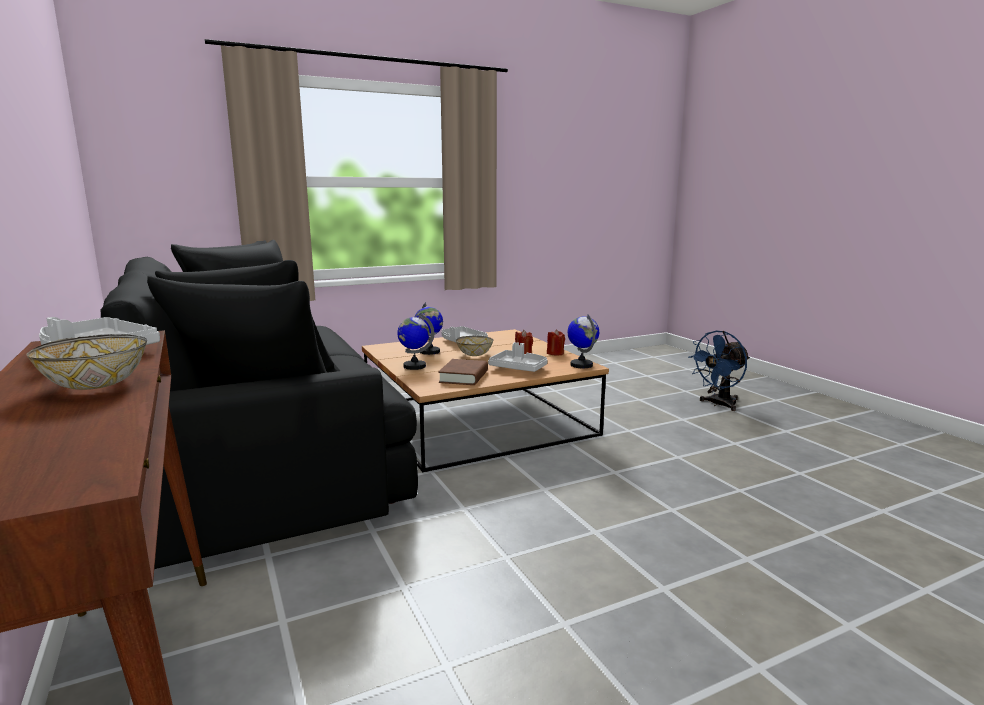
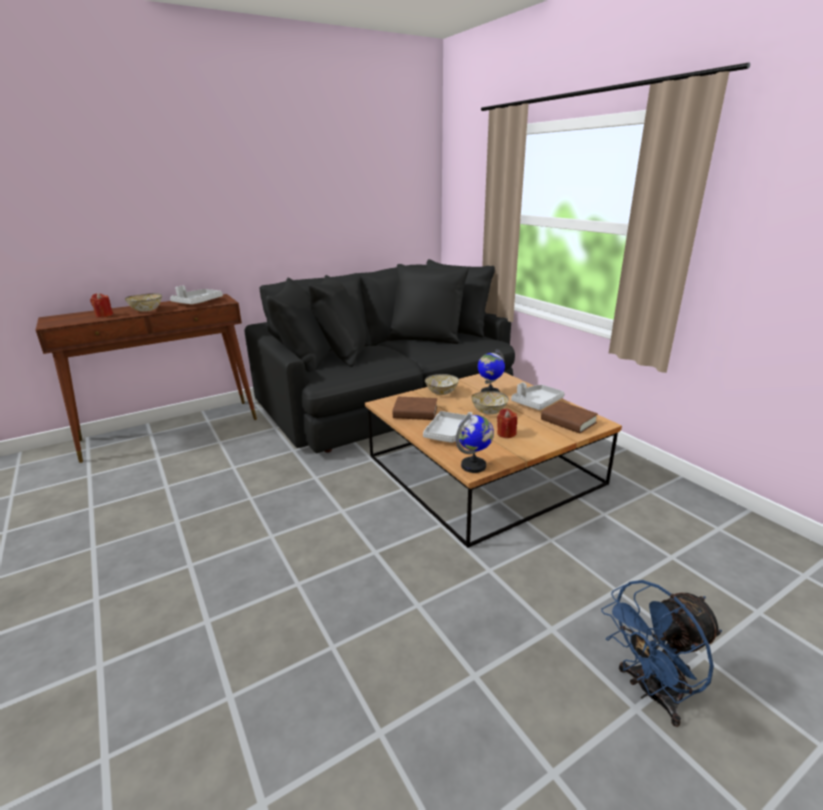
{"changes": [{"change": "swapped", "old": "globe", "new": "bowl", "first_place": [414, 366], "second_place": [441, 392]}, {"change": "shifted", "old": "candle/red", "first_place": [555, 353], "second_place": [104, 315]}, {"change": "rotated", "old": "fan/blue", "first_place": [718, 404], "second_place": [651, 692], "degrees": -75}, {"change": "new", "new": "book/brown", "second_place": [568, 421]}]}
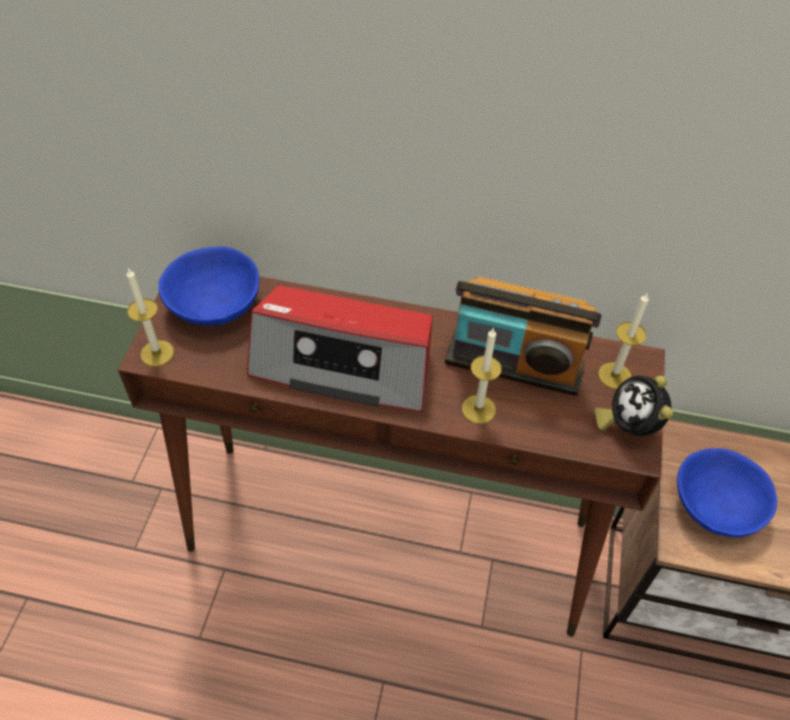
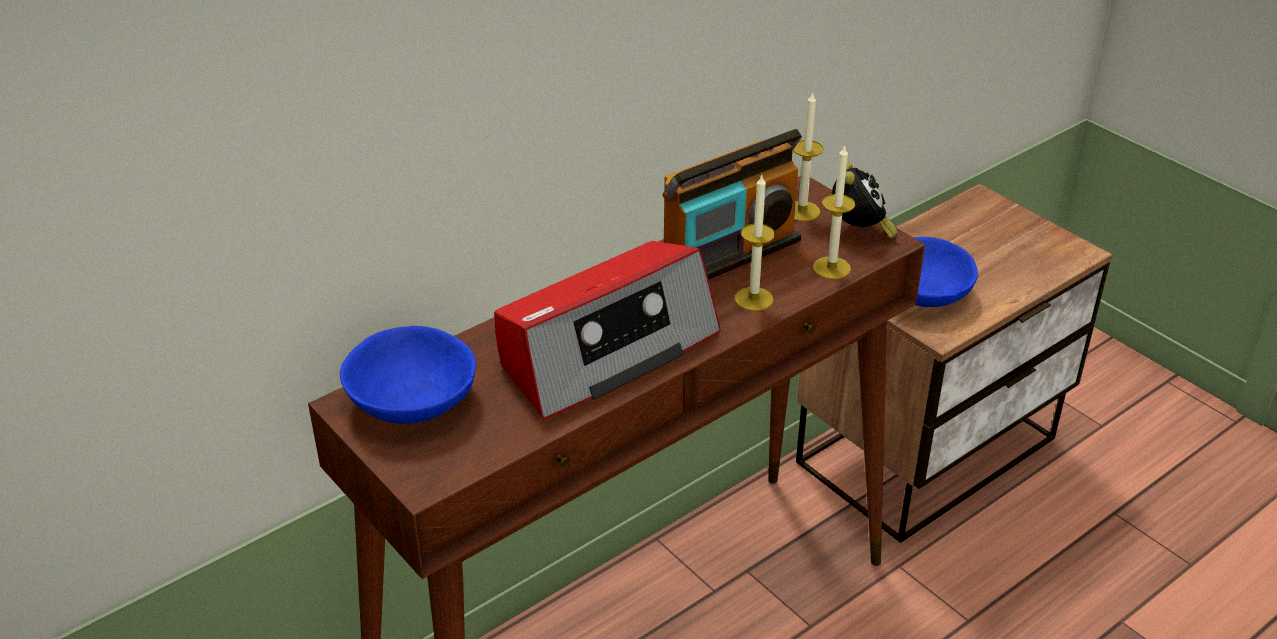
{"changes": [{"change": "shifted", "old": "candle", "first_place": [157, 353], "second_place": [831, 268]}, {"change": "rotated", "old": "alarm clock", "first_place": [628, 425], "second_place": [859, 231], "degrees": -120}]}
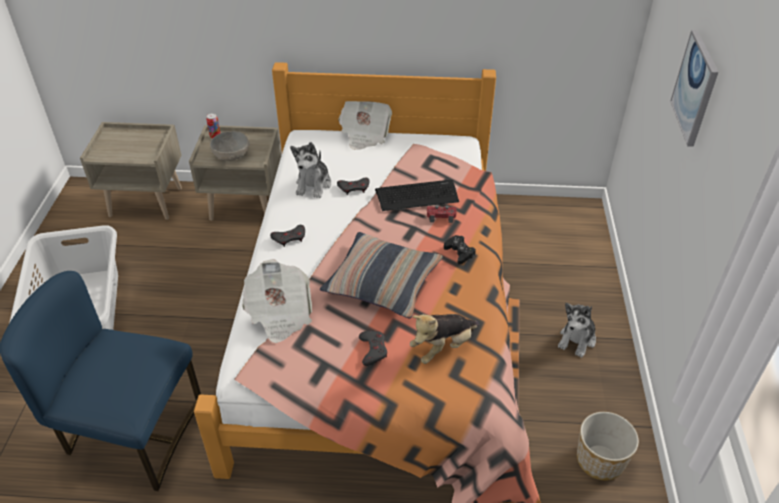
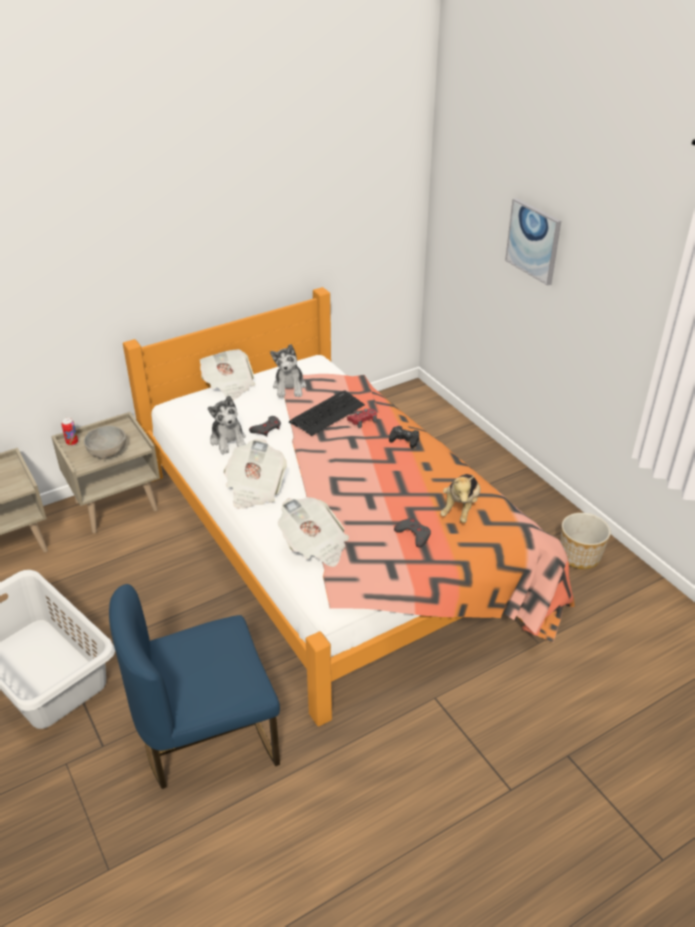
{"changes": [{"change": "swapped", "old": "game controller/grey", "new": "newspaper", "first_place": [289, 238], "second_place": [254, 488]}, {"change": "gone", "old": "pillow", "first_place": [382, 283]}, {"change": "shifted", "old": "plush toy", "first_place": [577, 339], "second_place": [289, 387]}]}
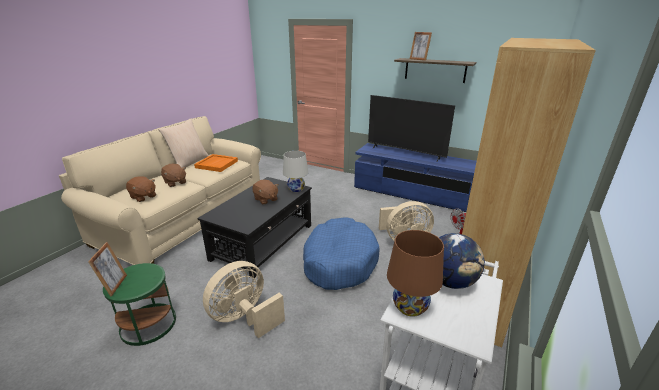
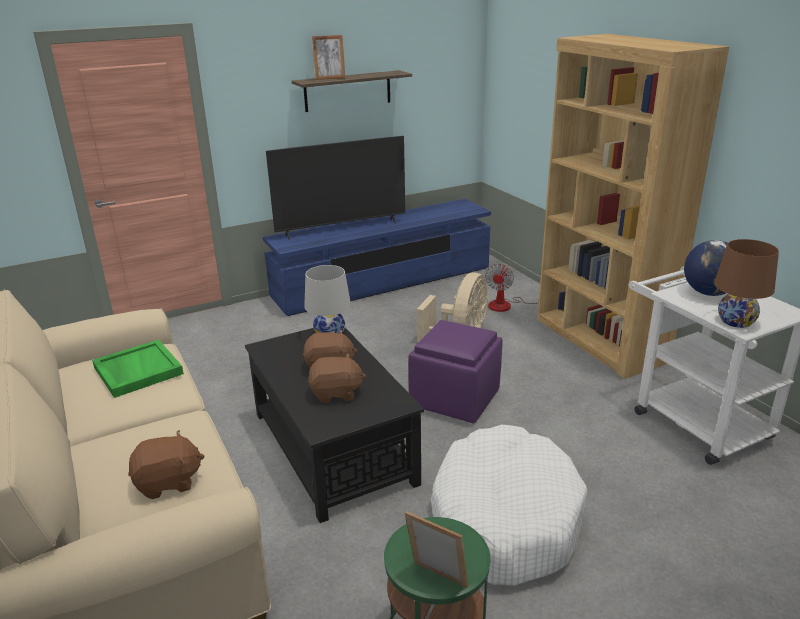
{"changes": [{"change": "gone", "old": "pillow/beige", "first_place": [189, 162]}, {"change": "repainted", "old": "tray/orange", "new": "tray/green", "first_place": [216, 164], "second_place": [137, 371]}, {"change": "shifted", "old": "plush toy/brown", "first_place": [175, 182], "second_place": [336, 393]}, {"change": "swapped", "old": "dog bed/blue", "new": "ottoman/purple", "first_place": [339, 261], "second_place": [456, 398]}, {"change": "swapped", "old": "fan/beige", "new": "dog bed/white", "first_place": [244, 318], "second_place": [504, 518]}]}
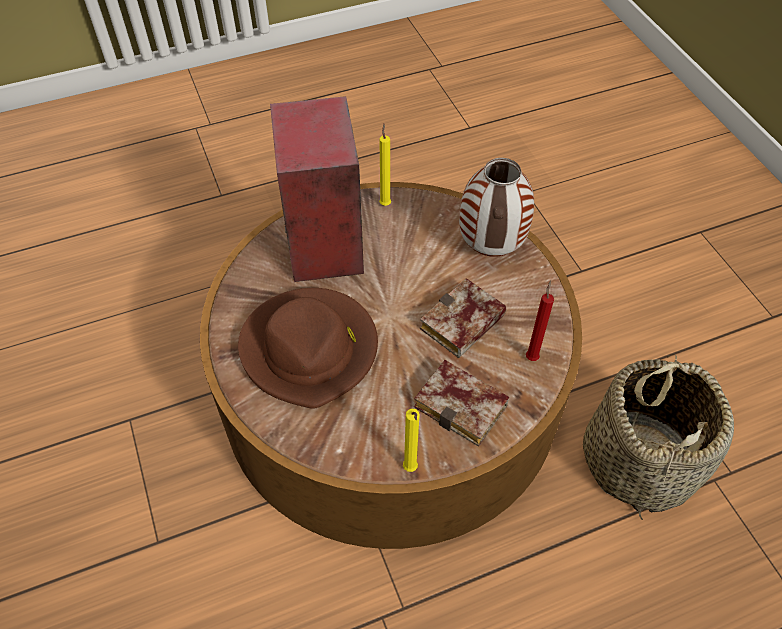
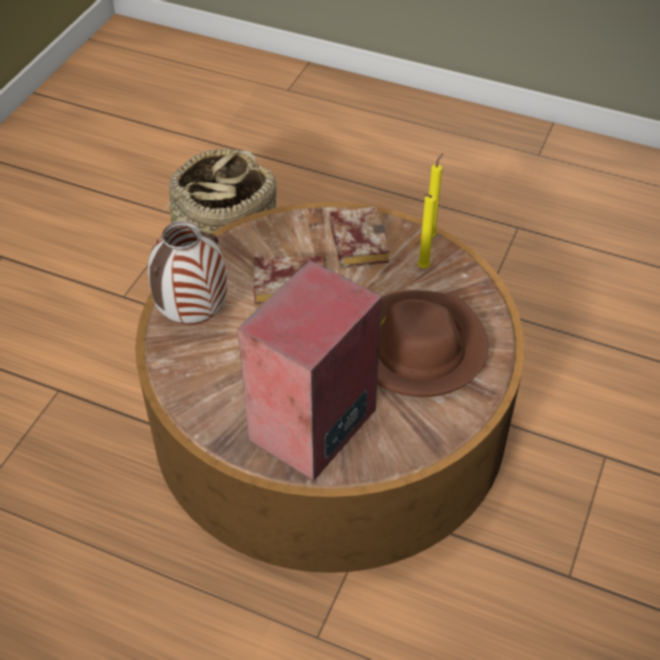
{"changes": [{"change": "shifted", "old": "candle/yellow", "first_place": [385, 203], "second_place": [422, 268]}, {"change": "gone", "old": "candle/red", "first_place": [532, 356]}]}
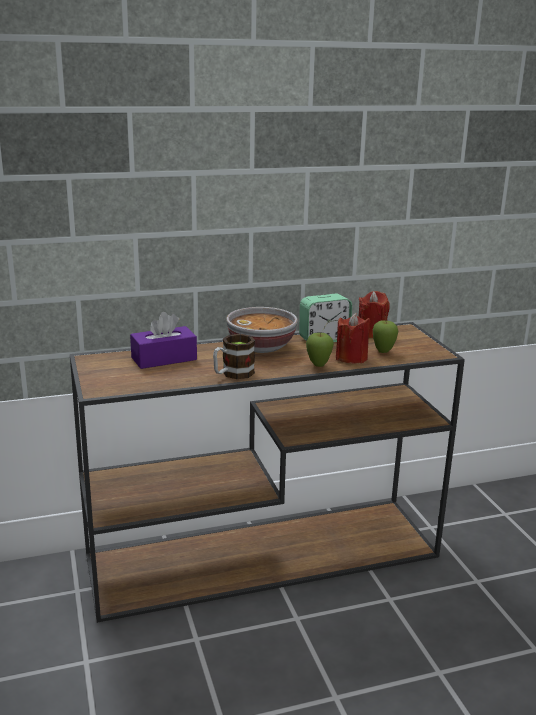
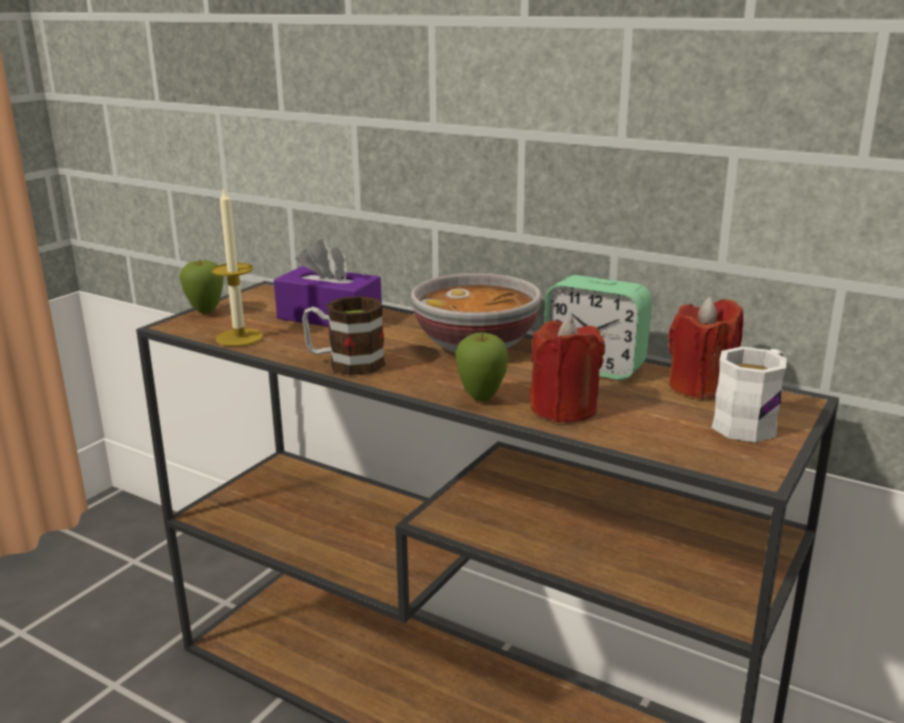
{"changes": [{"change": "shifted", "old": "apple", "first_place": [383, 352], "second_place": [206, 312]}, {"change": "new", "new": "candle", "second_place": [239, 337]}, {"change": "new", "new": "mug/white", "second_place": [751, 422]}]}
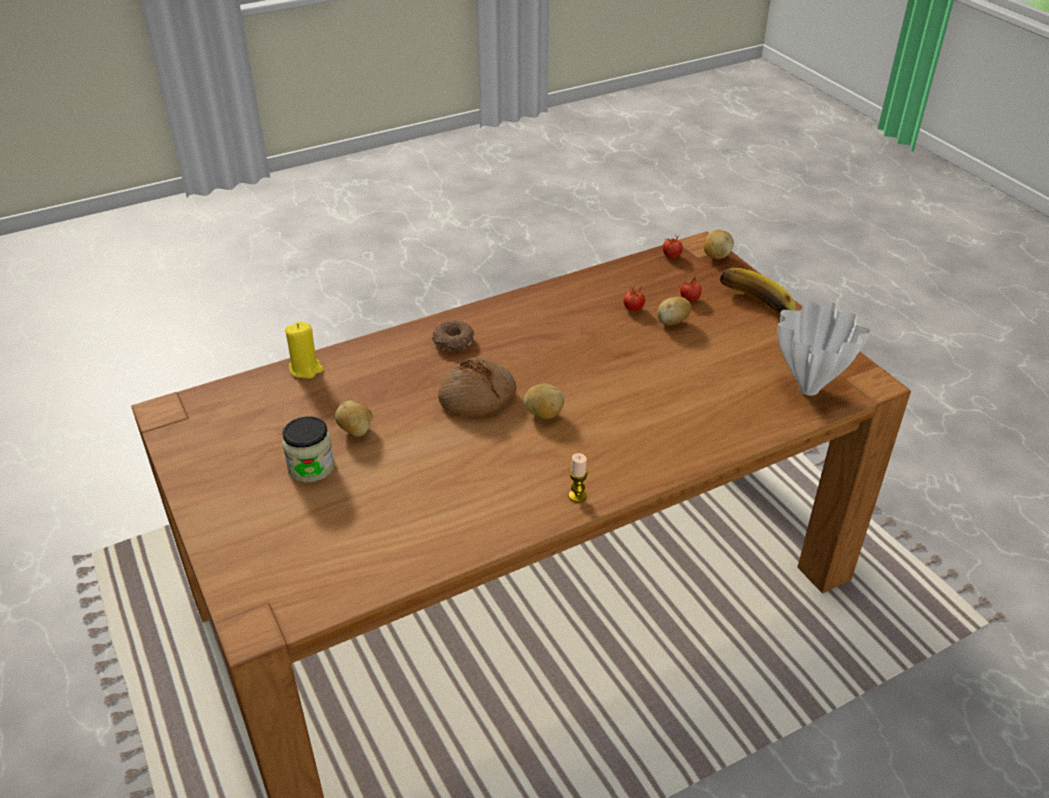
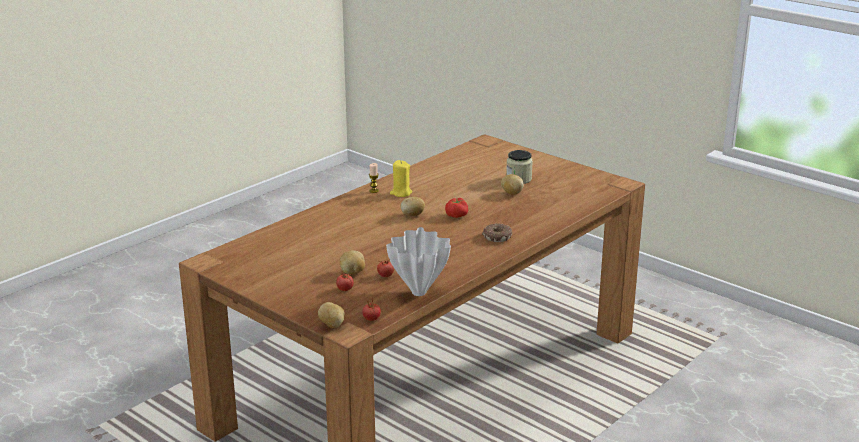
{"changes": [{"change": "gone", "old": "banana", "first_place": [755, 307]}, {"change": "shifted", "old": "vase/white", "first_place": [809, 388], "second_place": [419, 293]}, {"change": "shifted", "old": "candle/yellow", "first_place": [306, 369], "second_place": [401, 193]}, {"change": "swapped", "old": "bread", "new": "tomato", "first_place": [477, 398], "second_place": [457, 215]}]}
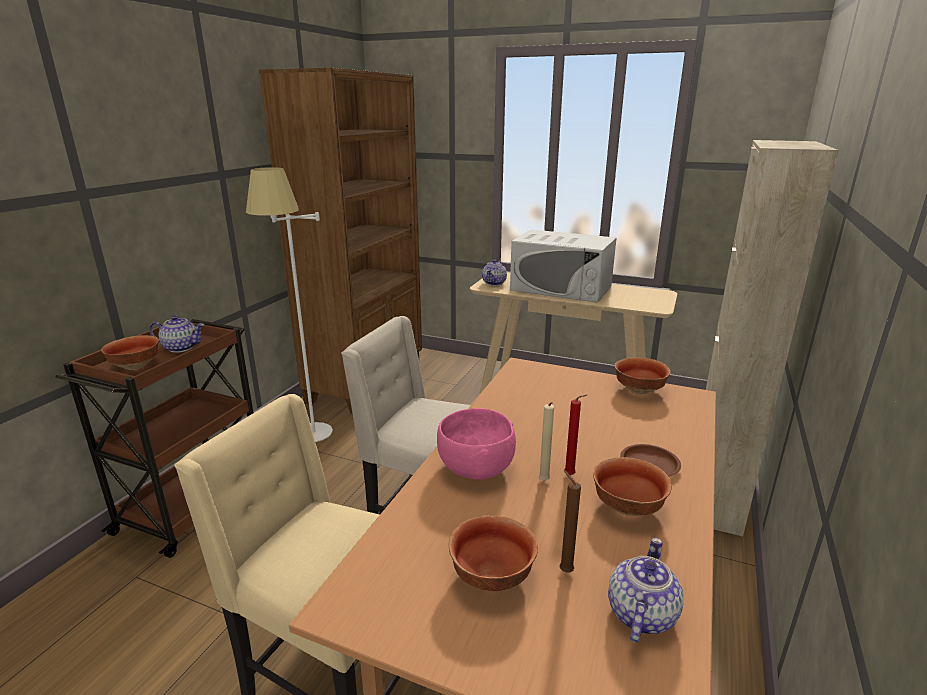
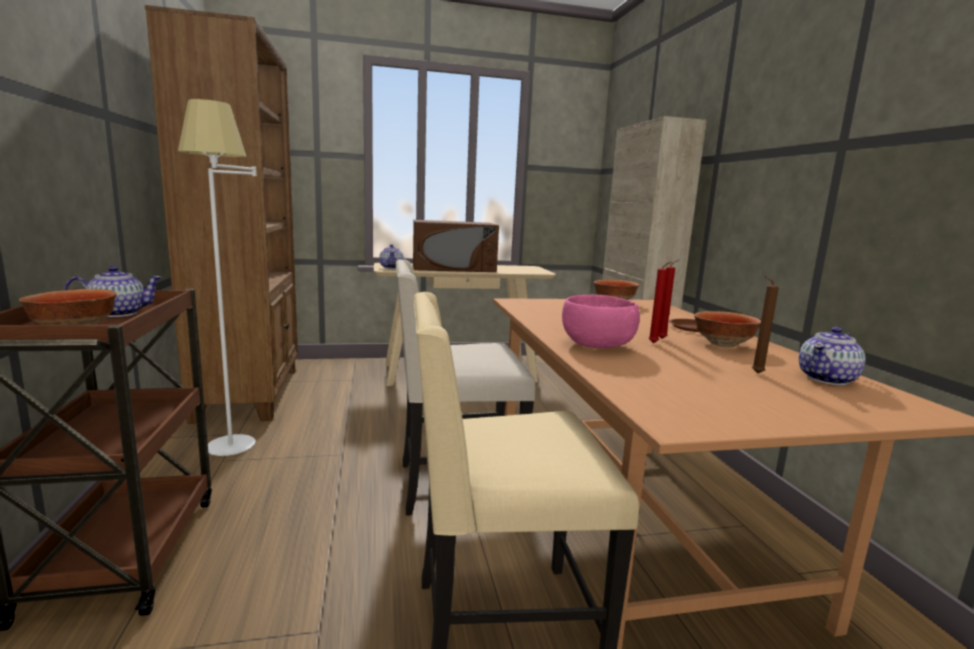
{"changes": [{"change": "repainted", "old": "microwave/white", "new": "microwave/brown", "first_place": [561, 288], "second_place": [453, 267]}, {"change": "repainted", "old": "candle/beige", "new": "candle/red", "first_place": [544, 482], "second_place": [654, 343]}, {"change": "gone", "old": "bowl", "first_place": [491, 575]}, {"change": "rotated", "old": "teapot", "first_place": [640, 614], "second_place": [827, 379], "degrees": -120}]}
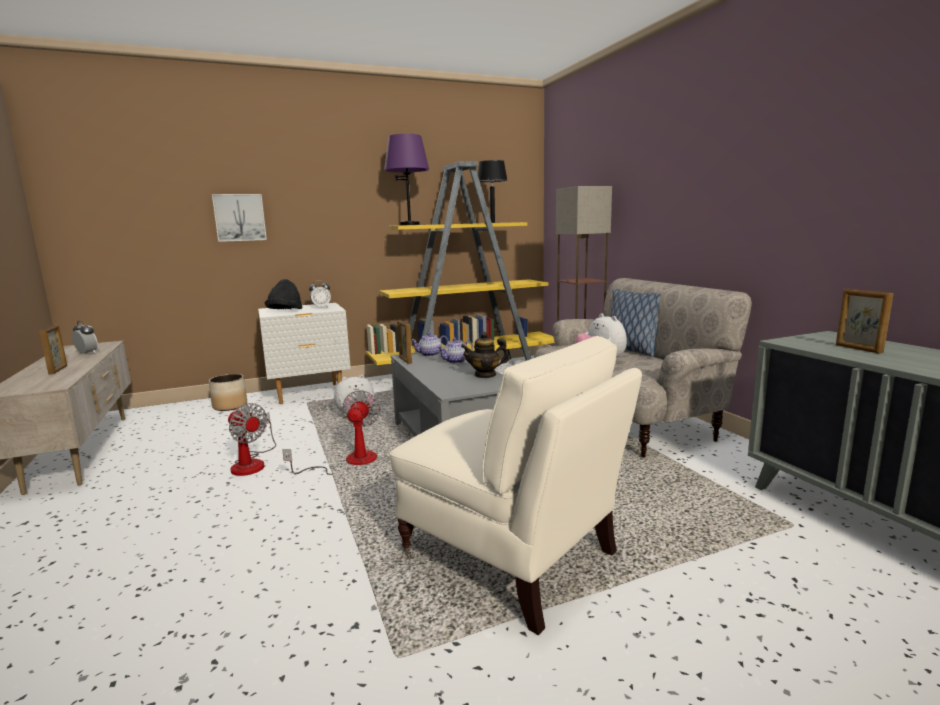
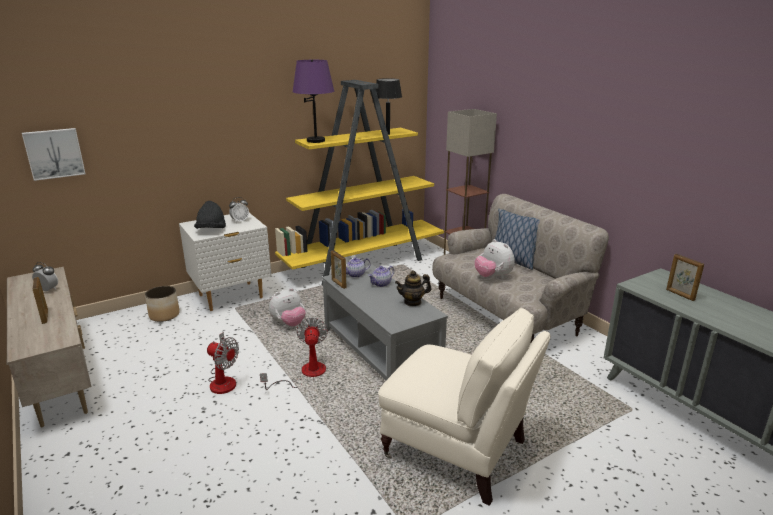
{"changes": [{"change": "shifted", "old": "picture", "first_place": [240, 217], "second_place": [54, 153]}]}
